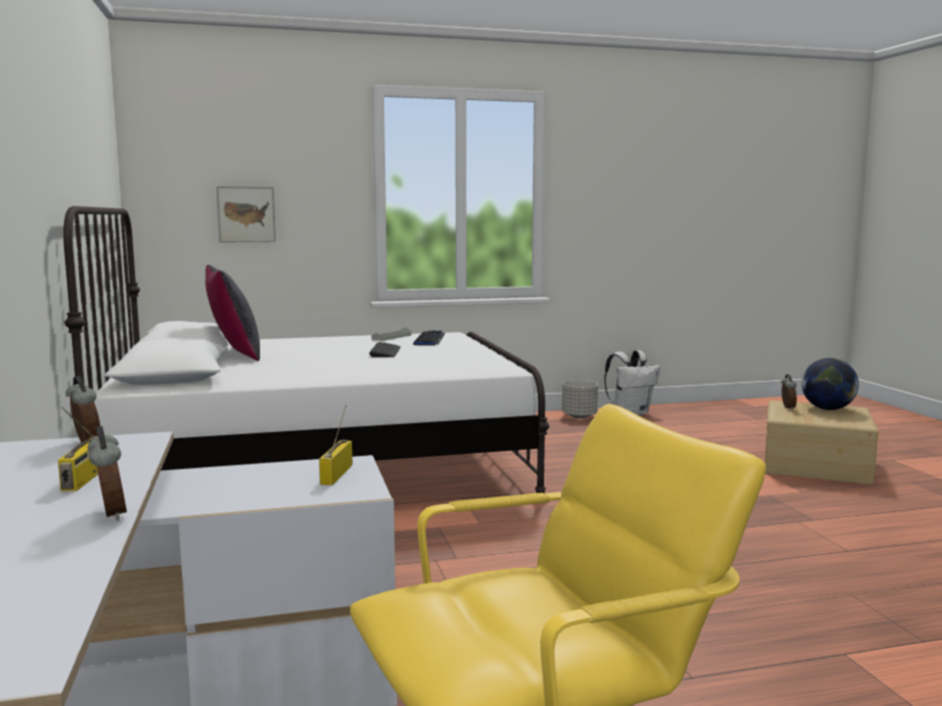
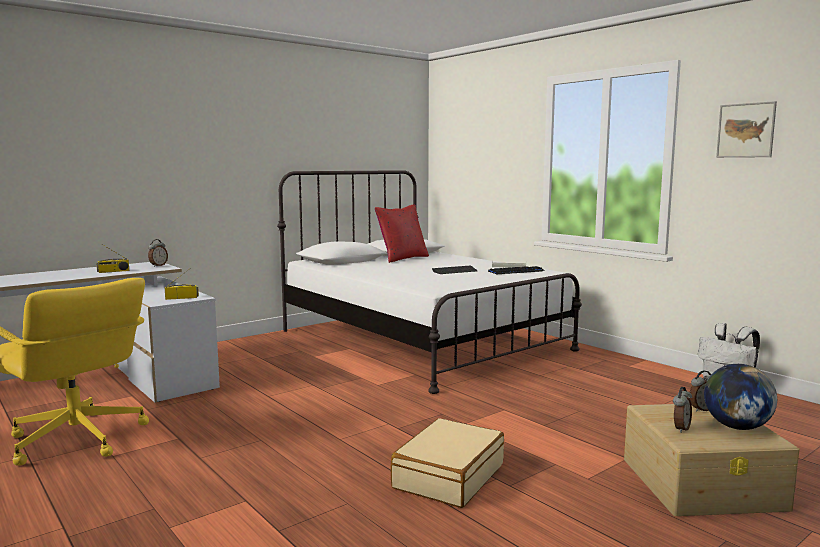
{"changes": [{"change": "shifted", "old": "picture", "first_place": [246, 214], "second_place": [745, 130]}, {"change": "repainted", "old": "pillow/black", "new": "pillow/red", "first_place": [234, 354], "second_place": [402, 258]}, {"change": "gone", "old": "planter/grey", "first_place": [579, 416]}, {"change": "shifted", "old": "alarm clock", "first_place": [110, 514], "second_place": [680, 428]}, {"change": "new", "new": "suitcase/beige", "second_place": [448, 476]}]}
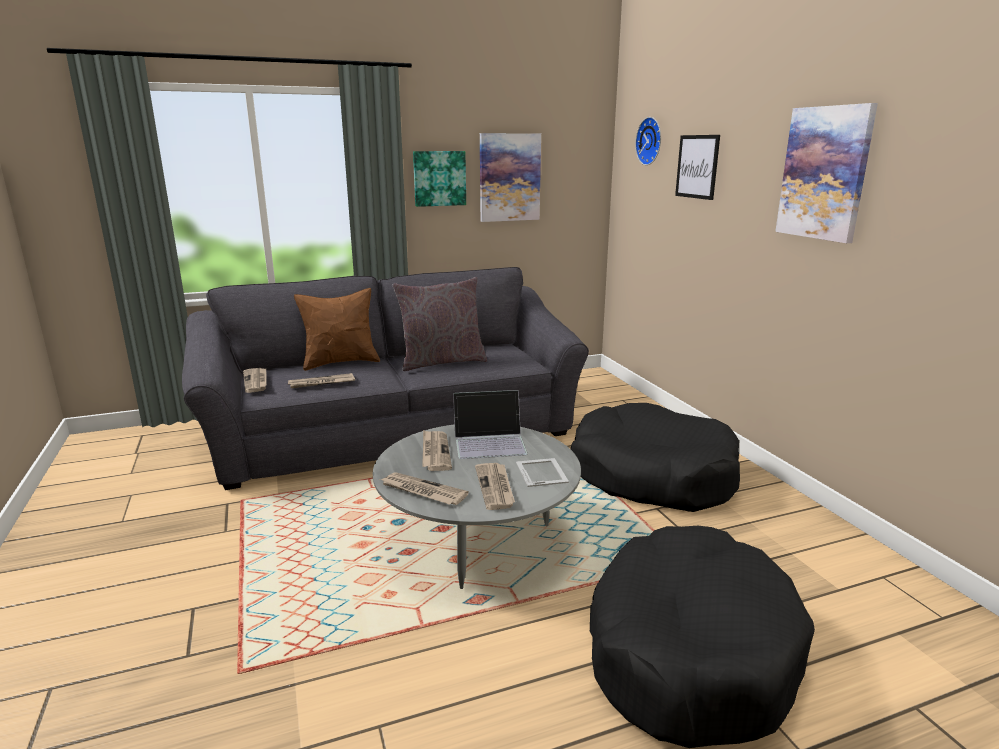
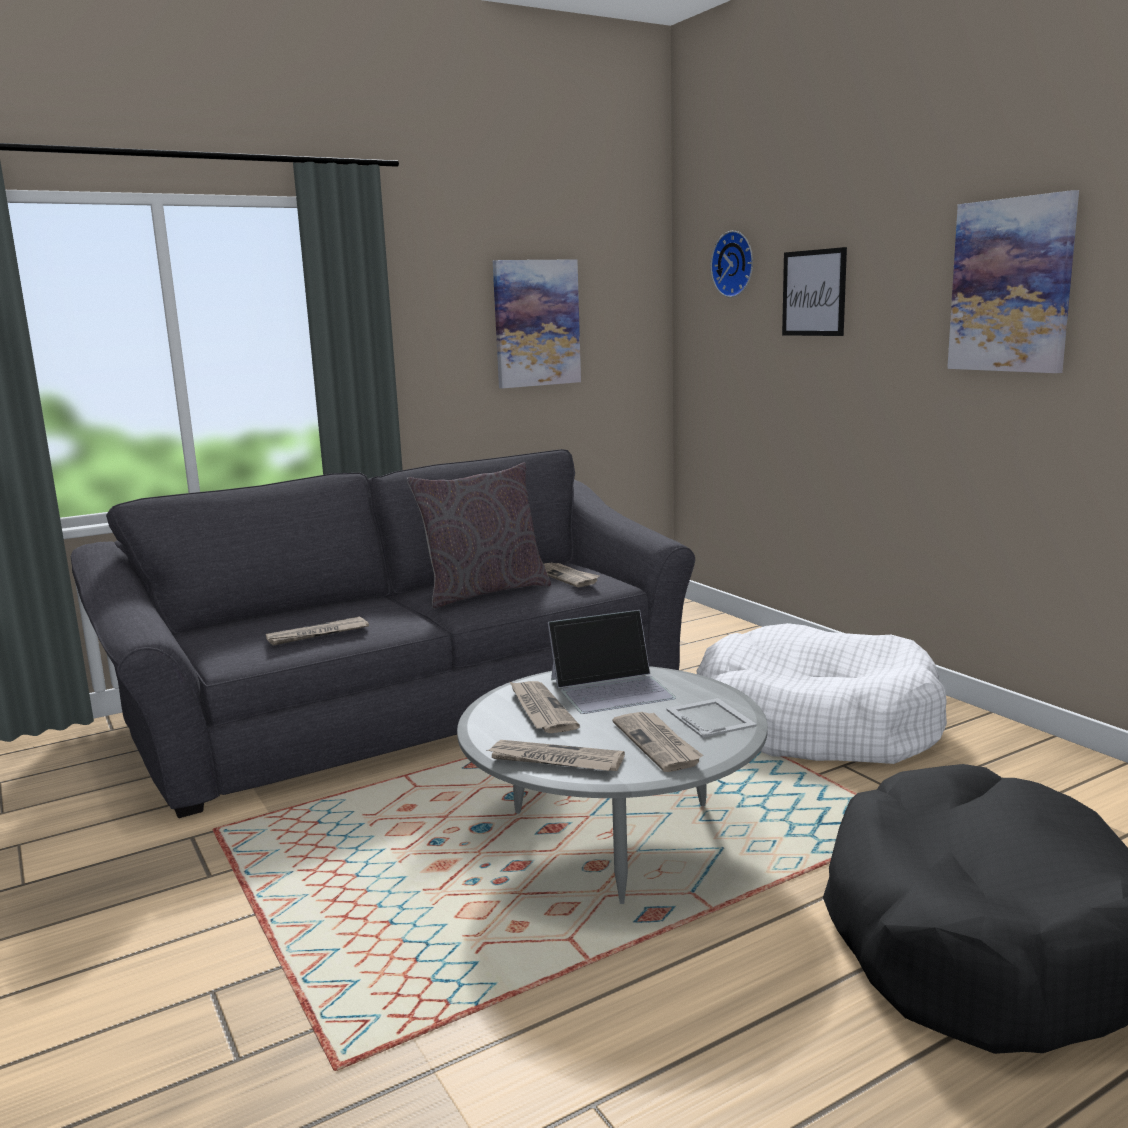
{"changes": [{"change": "gone", "old": "picture", "first_place": [439, 178]}, {"change": "gone", "old": "pillow/brown", "first_place": [341, 362]}, {"change": "shifted", "old": "newspaper", "first_place": [256, 381], "second_place": [566, 577]}, {"change": "repainted", "old": "dog bed/black", "new": "dog bed/white", "first_place": [652, 475], "second_place": [815, 724]}]}
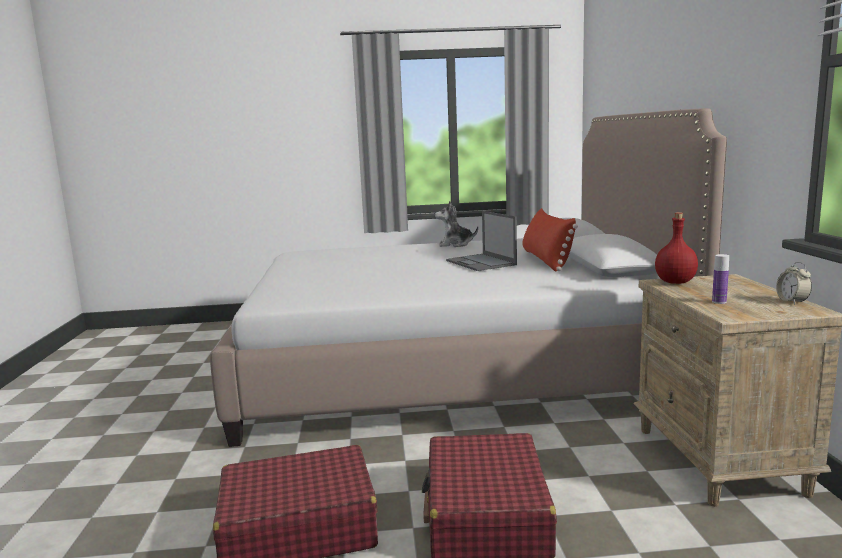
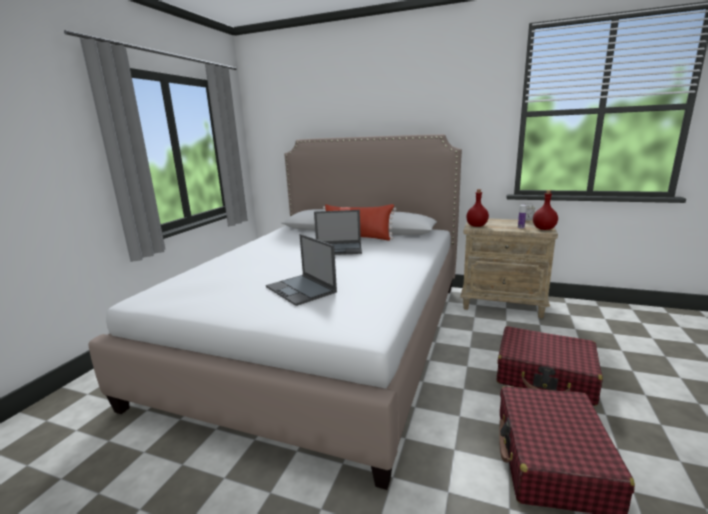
{"changes": [{"change": "gone", "old": "plush toy", "first_place": [455, 245]}, {"change": "new", "new": "bottle/red", "second_place": [544, 229]}, {"change": "new", "new": "laptop", "second_place": [301, 290]}]}
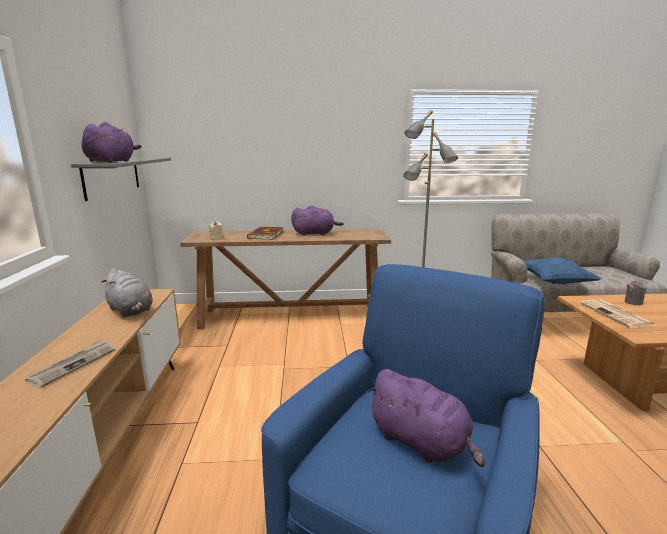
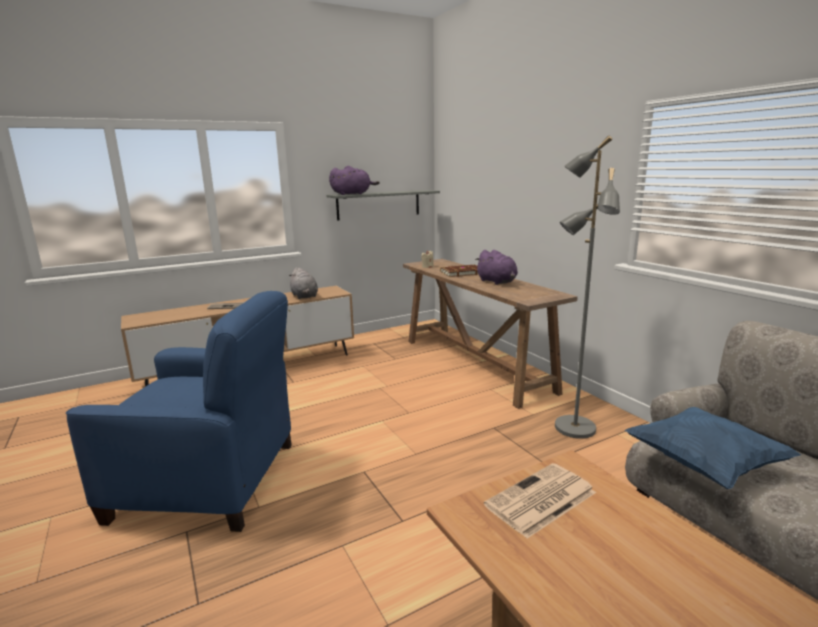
{"changes": [{"change": "rotated", "old": "plush toy/grey", "first_place": [131, 311], "second_place": [304, 296], "degrees": -45}, {"change": "gone", "old": "candle/grey", "first_place": [633, 302]}, {"change": "gone", "old": "plush toy/purple", "first_place": [421, 443]}]}
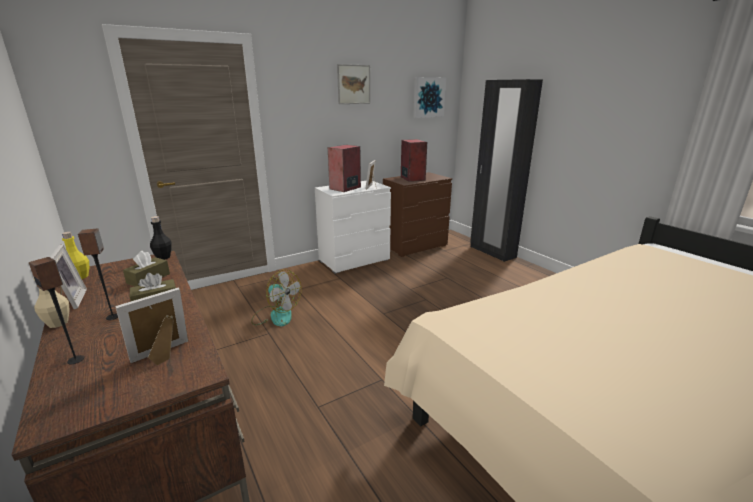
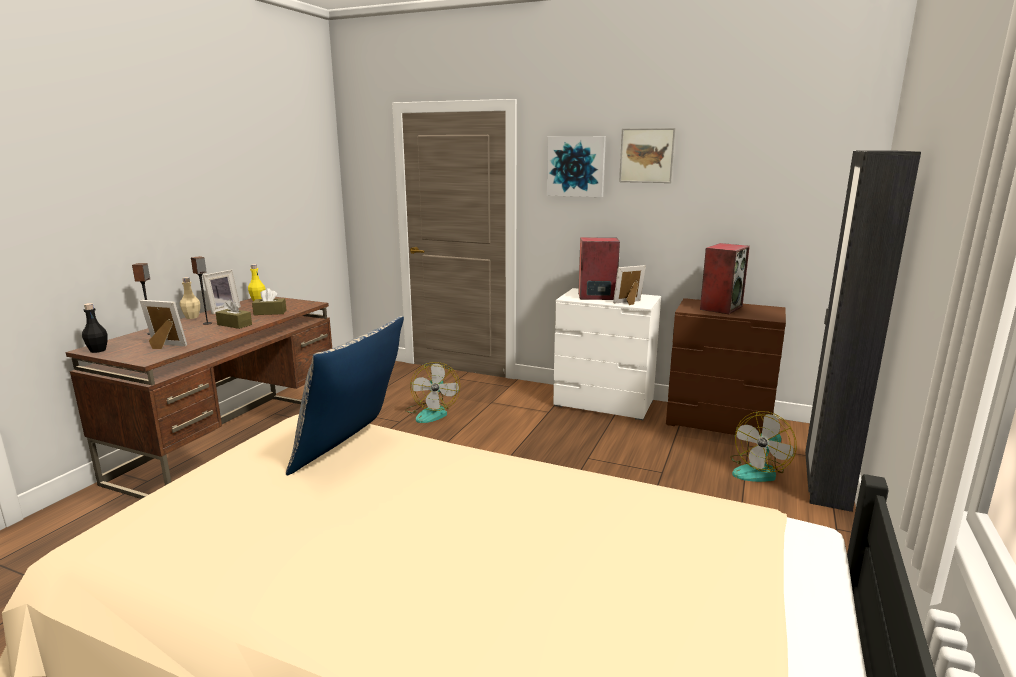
{"changes": [{"change": "shifted", "old": "picture", "first_place": [428, 97], "second_place": [576, 166]}, {"change": "shifted", "old": "bottle/black", "first_place": [163, 257], "second_place": [98, 350]}, {"change": "new", "new": "pillow", "second_place": [352, 449]}, {"change": "new", "new": "fan", "second_place": [759, 471]}]}
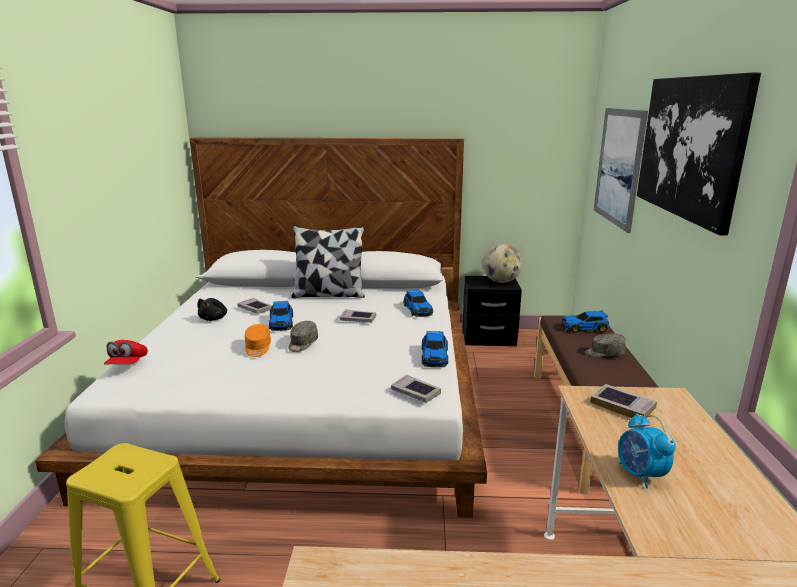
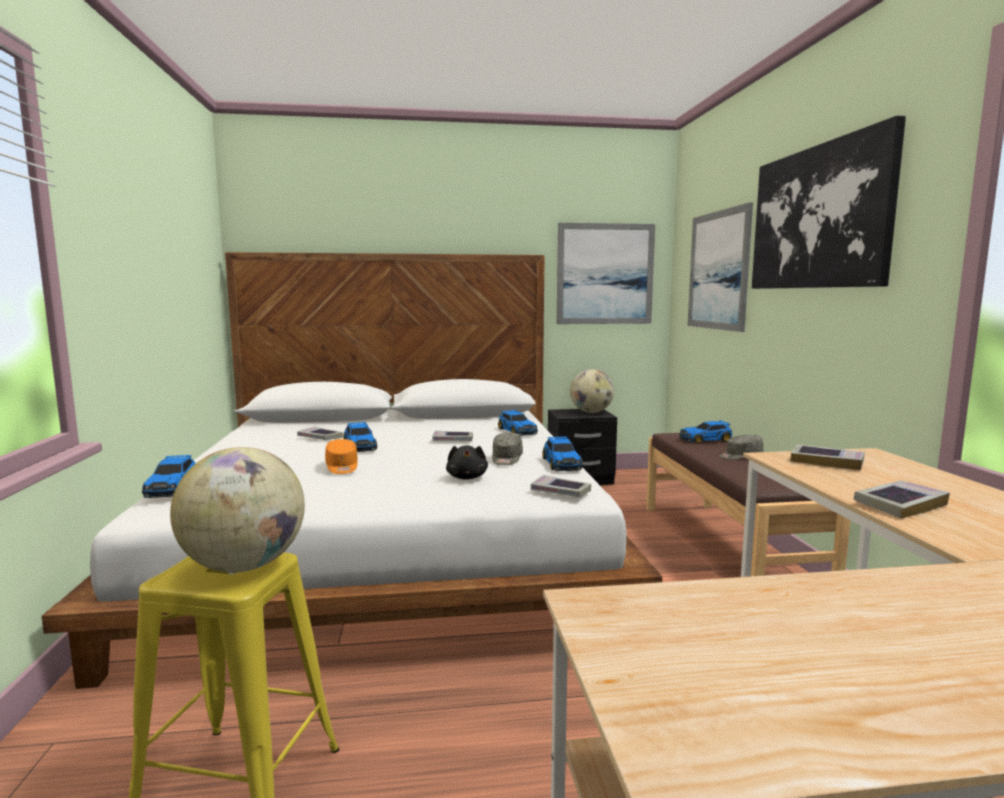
{"changes": [{"change": "gone", "old": "pillow", "first_place": [329, 294]}, {"change": "shifted", "old": "plush toy/black", "first_place": [214, 318], "second_place": [467, 477]}, {"change": "shifted", "old": "cap/grey", "first_place": [302, 344], "second_place": [506, 459]}, {"change": "swapped", "old": "cap/red", "new": "toy car", "first_place": [127, 364], "second_place": [172, 487]}, {"change": "swapped", "old": "alarm clock", "new": "book", "first_place": [640, 475], "second_place": [900, 505]}, {"change": "new", "new": "picture", "second_place": [605, 274]}, {"change": "new", "new": "globe", "second_place": [245, 566]}]}
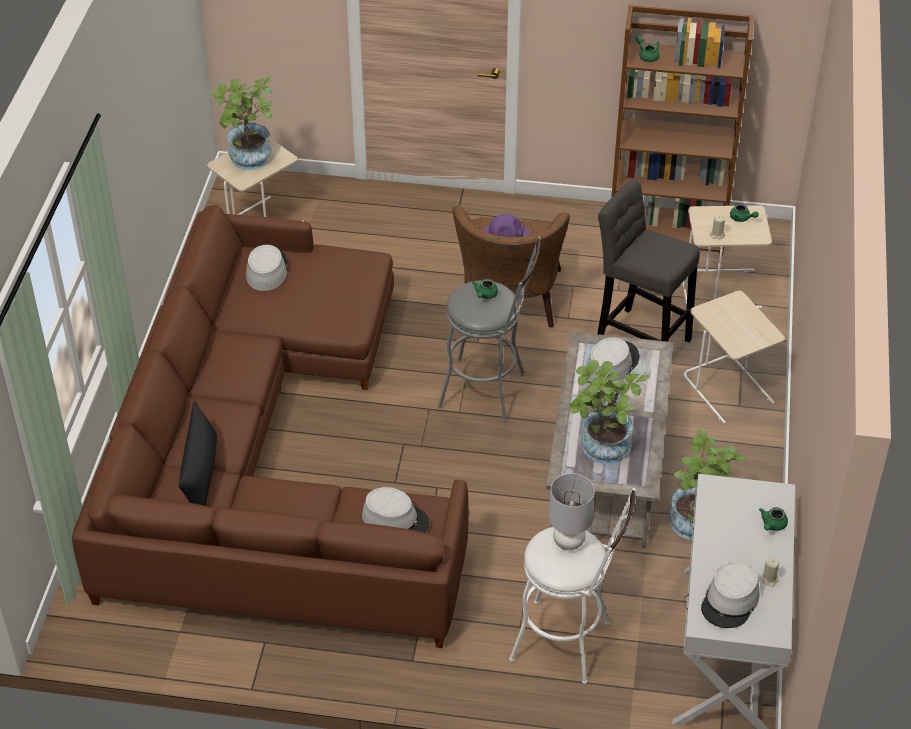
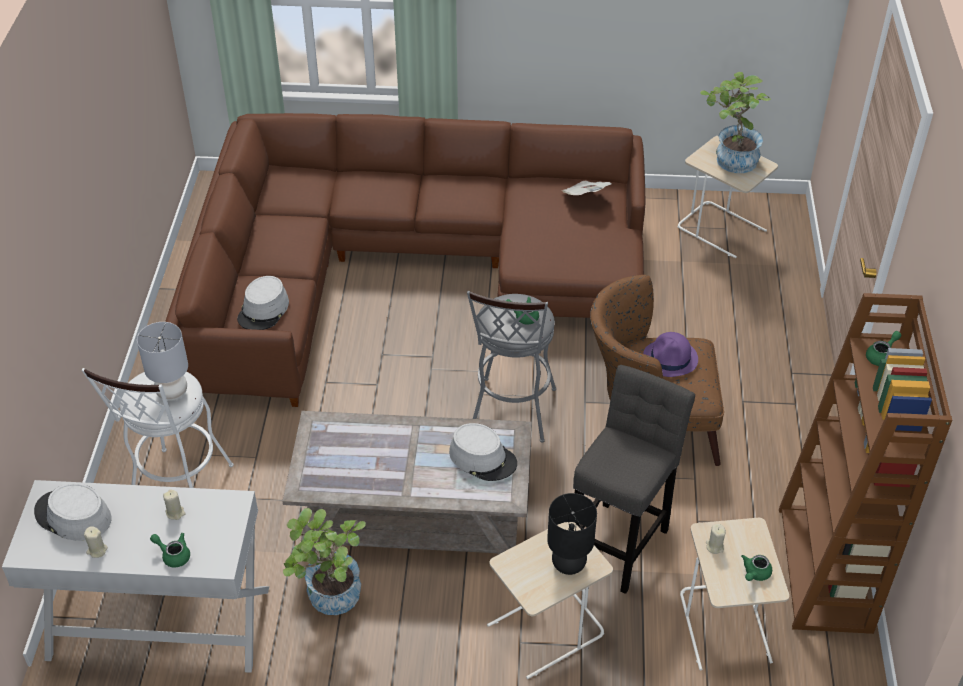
{"changes": [{"change": "swapped", "old": "hat/grey", "new": "newspaper", "first_place": [266, 270], "second_place": [585, 197]}, {"change": "gone", "old": "potted plant", "first_place": [601, 451]}, {"change": "gone", "old": "pillow/black", "first_place": [201, 476]}, {"change": "new", "new": "candle/beige", "second_place": [175, 513]}, {"change": "new", "new": "table lamp/black", "second_place": [569, 565]}]}
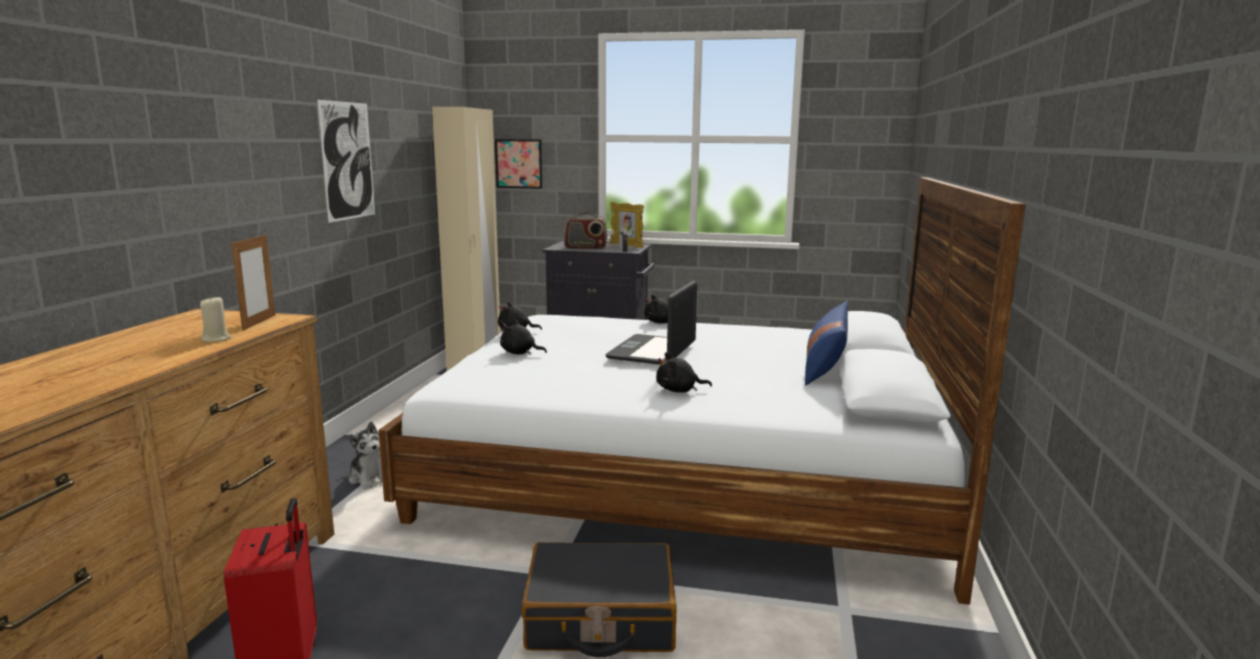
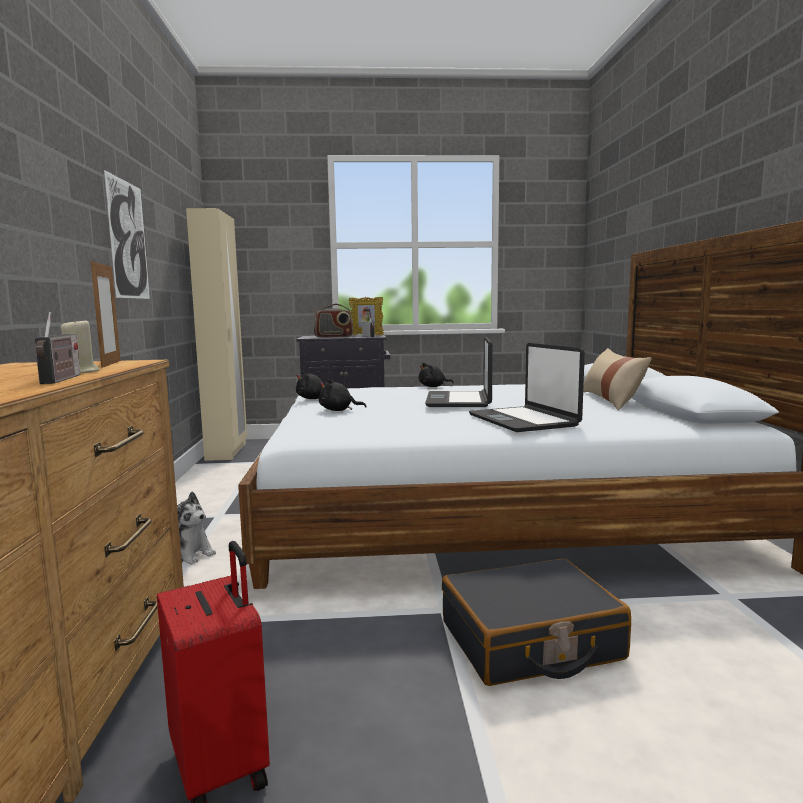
{"changes": [{"change": "gone", "old": "picture", "first_place": [519, 163]}, {"change": "repainted", "old": "pillow/blue", "new": "pillow/beige", "first_place": [825, 367], "second_place": [611, 400]}, {"change": "swapped", "old": "plush toy/black", "new": "laptop", "first_place": [679, 390], "second_place": [523, 420]}, {"change": "new", "new": "radio", "second_place": [61, 379]}]}
